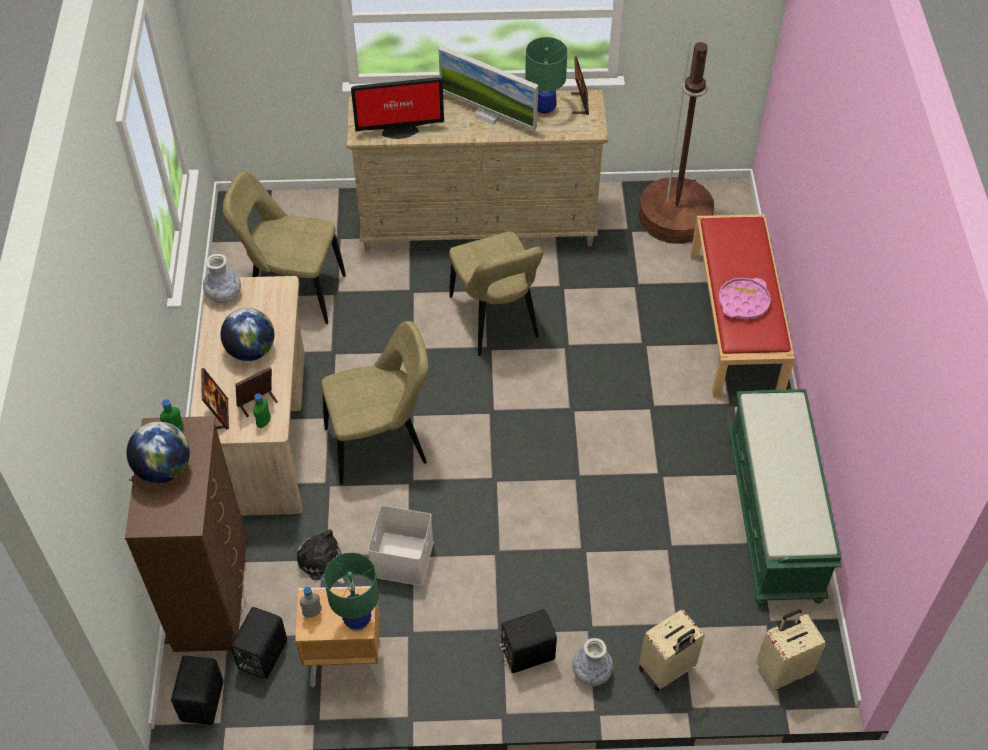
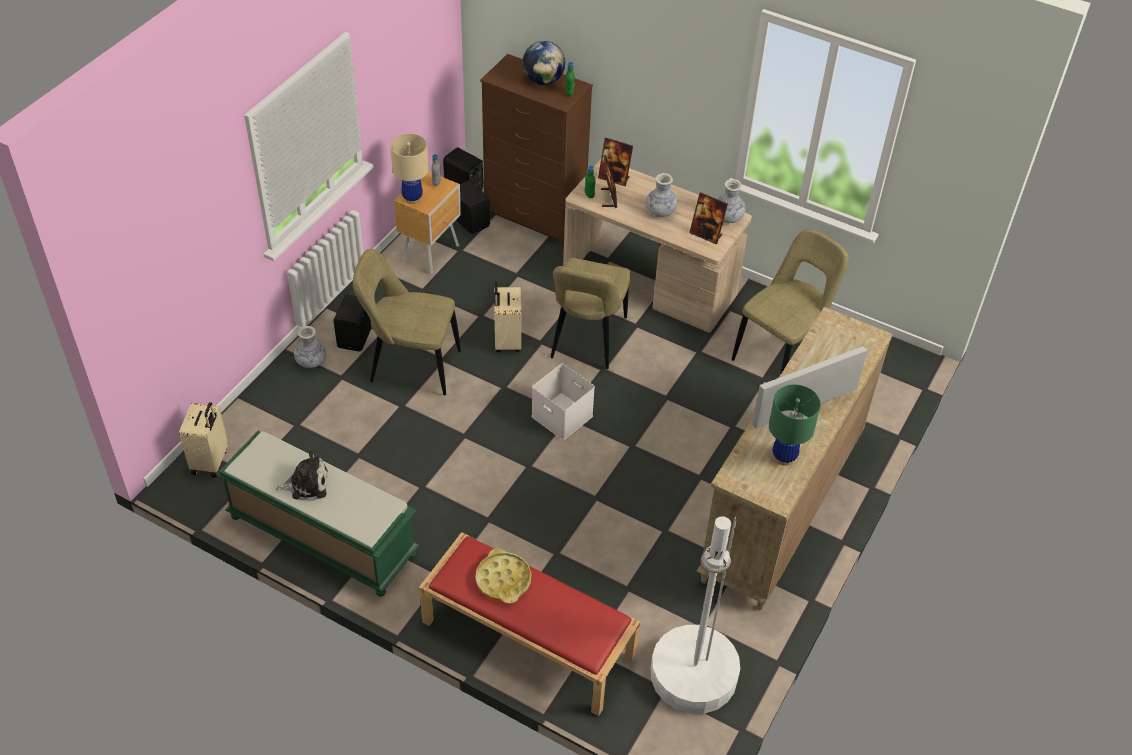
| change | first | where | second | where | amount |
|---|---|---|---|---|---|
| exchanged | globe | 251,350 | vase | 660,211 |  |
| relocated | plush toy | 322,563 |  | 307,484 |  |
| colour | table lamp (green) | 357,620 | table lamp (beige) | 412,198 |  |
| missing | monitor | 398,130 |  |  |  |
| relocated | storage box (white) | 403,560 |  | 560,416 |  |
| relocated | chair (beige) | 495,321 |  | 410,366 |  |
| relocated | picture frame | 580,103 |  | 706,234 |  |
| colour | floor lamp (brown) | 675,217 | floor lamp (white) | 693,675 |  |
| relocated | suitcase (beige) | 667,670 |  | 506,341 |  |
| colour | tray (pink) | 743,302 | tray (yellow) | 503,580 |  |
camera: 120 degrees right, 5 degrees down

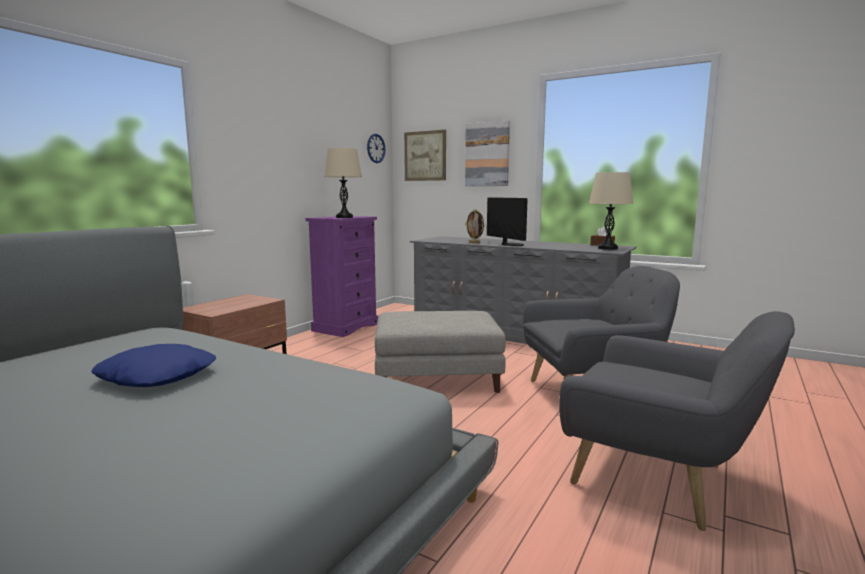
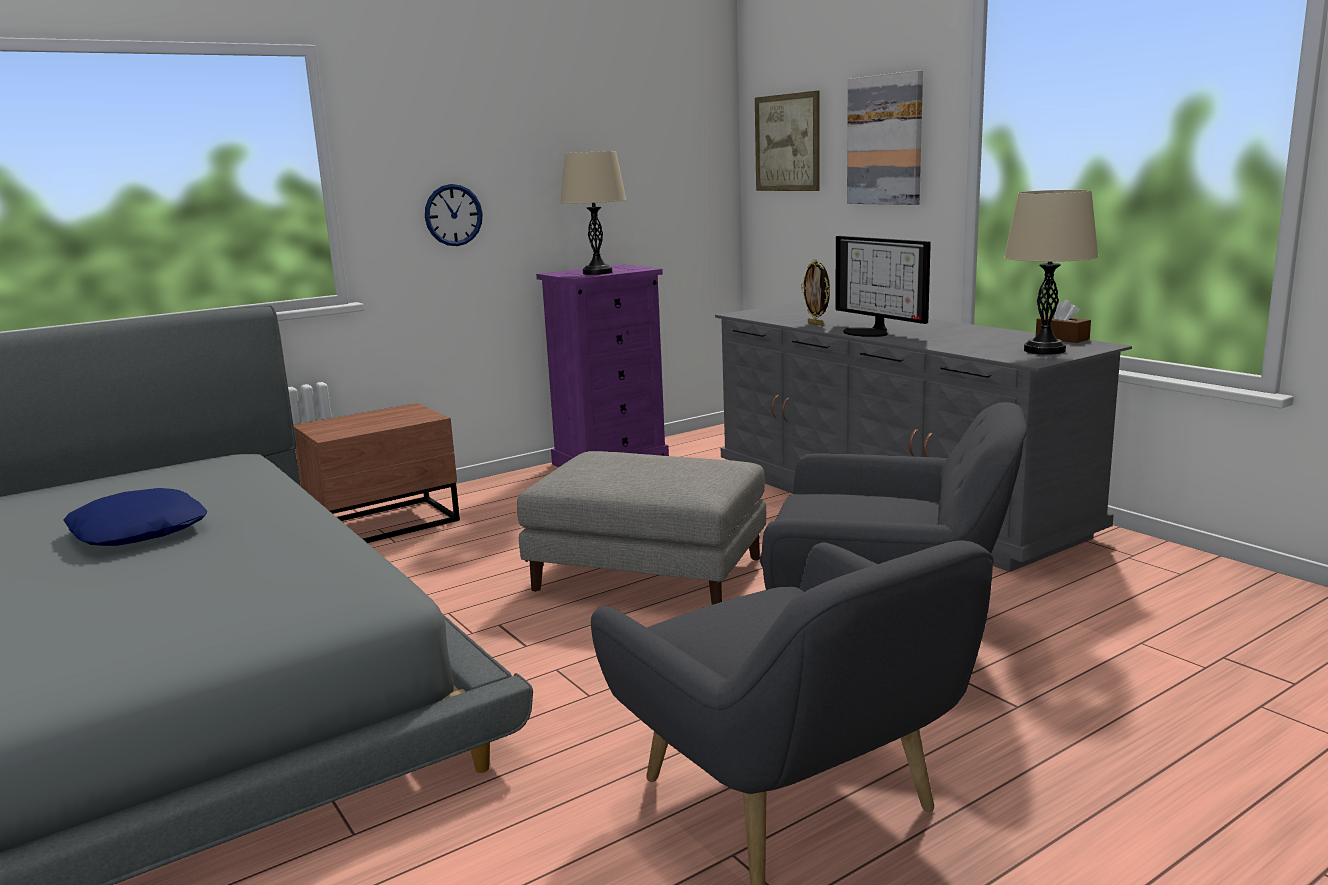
| change | first | where | second | where | amount |
|---|---|---|---|---|---|
| relocated | wall clock | 376,148 |  | 453,215 |  |
| spun | monitor | 510,244 |  | 870,332 | 150 degrees clockwise |
camera: 25 degrees right, 5 degrees up

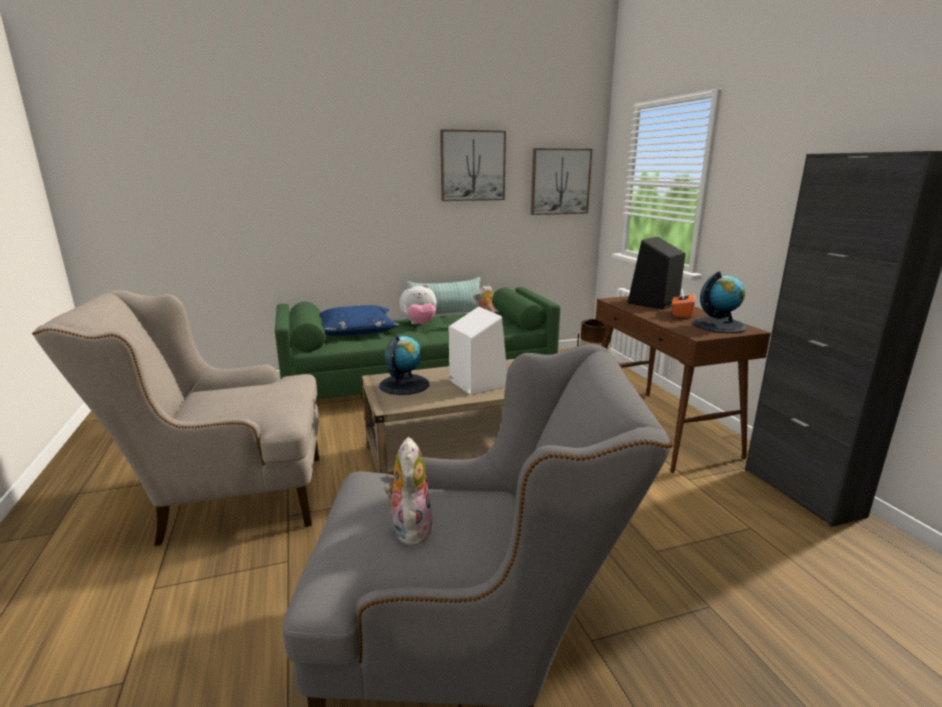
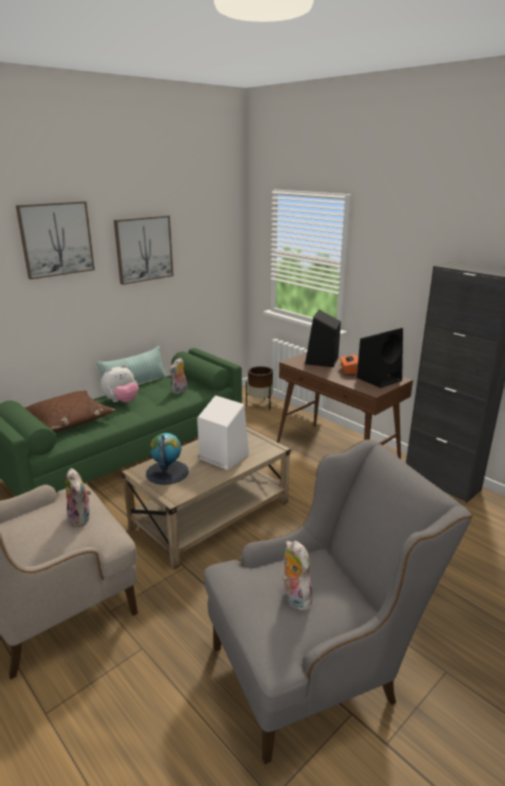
| change | first | where | second | where | amount |
|---|---|---|---|---|---|
| colour | pillow (blue) | 356,330 | pillow (brown) | 68,420 |  |
| relocated | picture | 560,181 |  | 56,239 |  |
| exchanged | globe | 719,325 | speaker (black) | 379,378 |  |
| appeared |  |  | plush toy | 81,518 |  |
camera: 25 degrees left, 5 degrees up

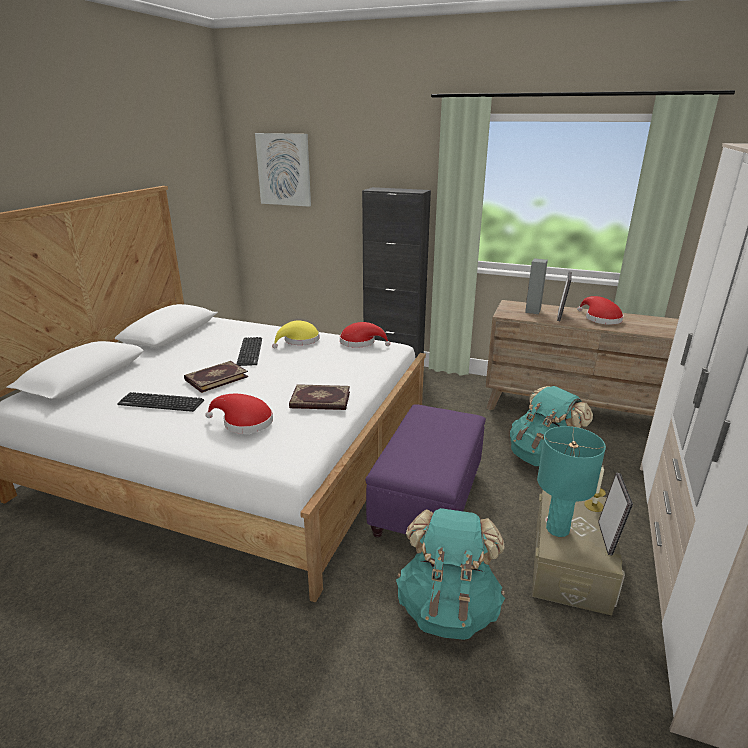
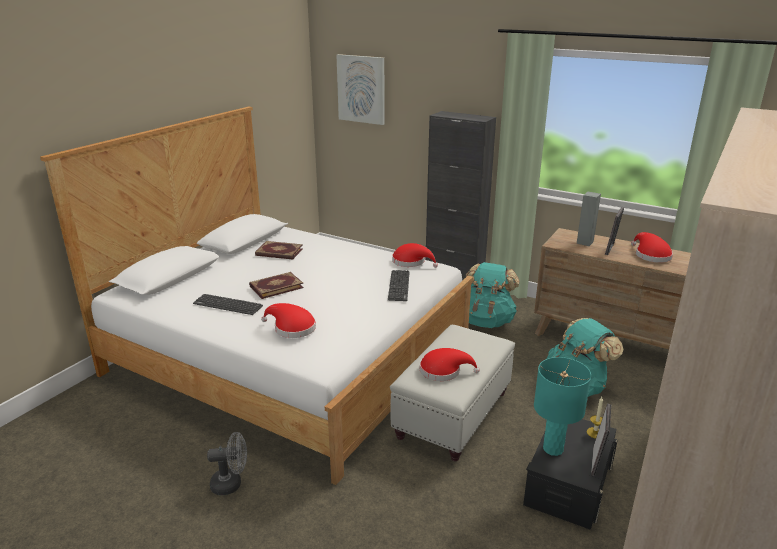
| change | first | where | second | where | amount |
|---|---|---|---|---|---|
| relocated | keyboard | 250,352 |  | 399,286 |  |
| missing | hat (yellow) | 299,341 |  |  |  |
| relocated | book | 320,400 |  | 279,252 |  |
| colour | ottoman (purple) | 428,501 | ottoman (white) | 453,414 |  |
| relocated | backpack (turquoise) | 448,609 |  | 486,321 |  |
| colour | storage box (beige) | 570,564 | storage box (black) | 568,483 |  |
| appeared |  |  | fan (grey) | 231,484 |  |
| appeared |  |  | hat (red) | 443,371 |  |
camera: 10 degrees right, 0 degrees up

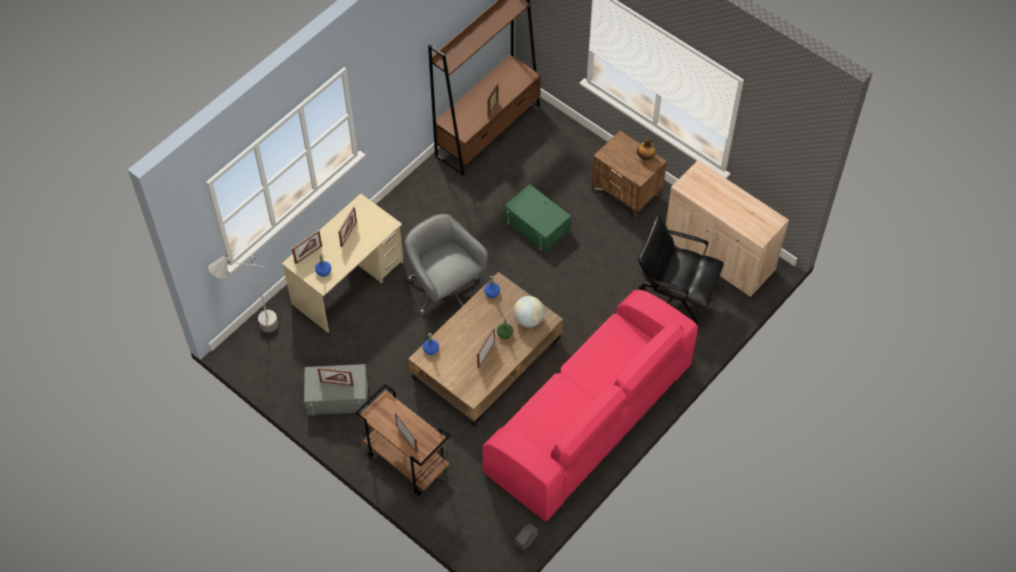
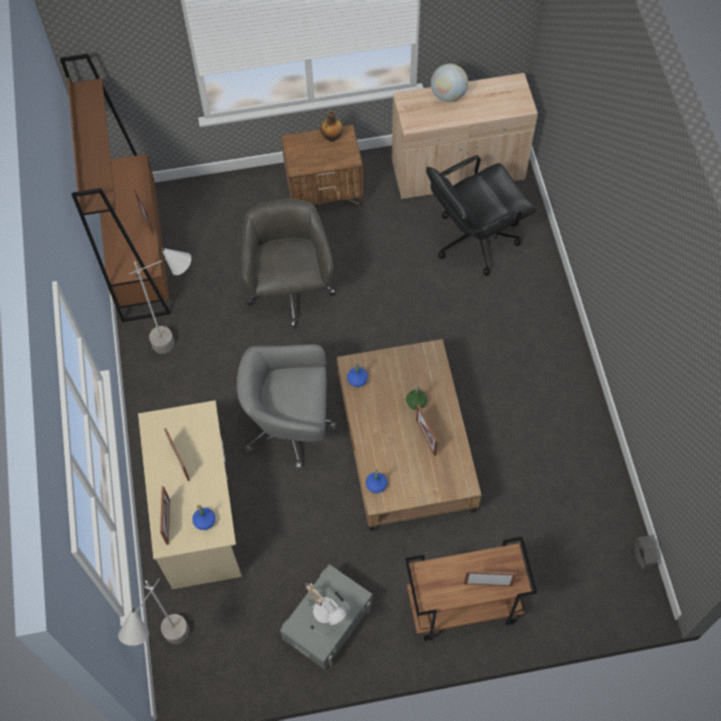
| change | first | where | second | where | amount |
|---|---|---|---|---|---|
| exchanged | picture frame | 336,383 | table lamp | 329,610 |  |
| missing | sofa (pink) | 588,420 |  |  |  |
| exchanged | storage box (green) | 537,225 | office chair (grey) | 290,291 |  |
| relocated | globe | 528,319 |  | 448,95 |  |
| appeared |  |  | floor lamp (grey) | 182,344 |  |
camera: 50 degrees left, 5 degrees up

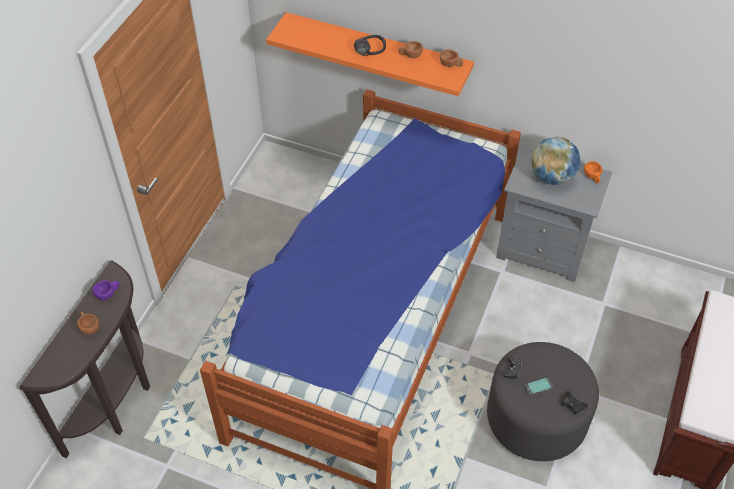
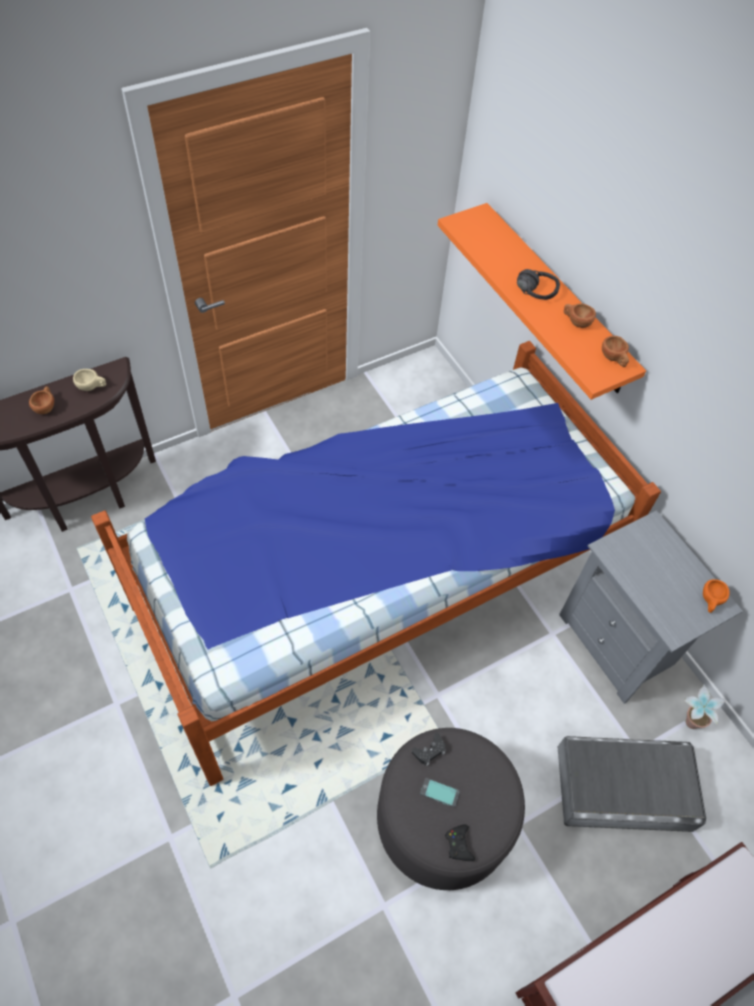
| change | first | where | second | where | amount |
|---|---|---|---|---|---|
| colour | cup (purple) | 108,294 | cup (beige) | 92,387 |  |
| missing | globe | 552,177 |  |  |  |
| appeared |  |  | storage box (grey) | 624,788 |  |
| appeared |  |  | potted plant | 686,723 |  |
camera: 35 degrees right, 5 degrees up

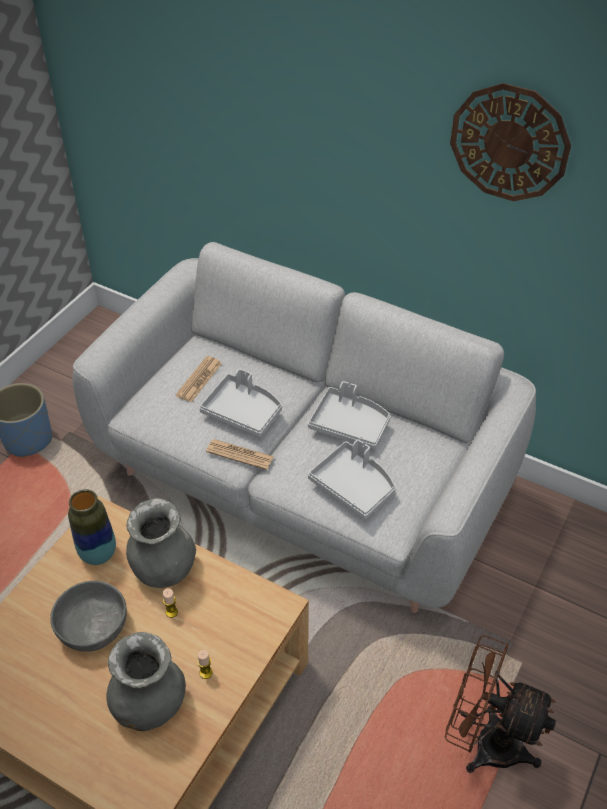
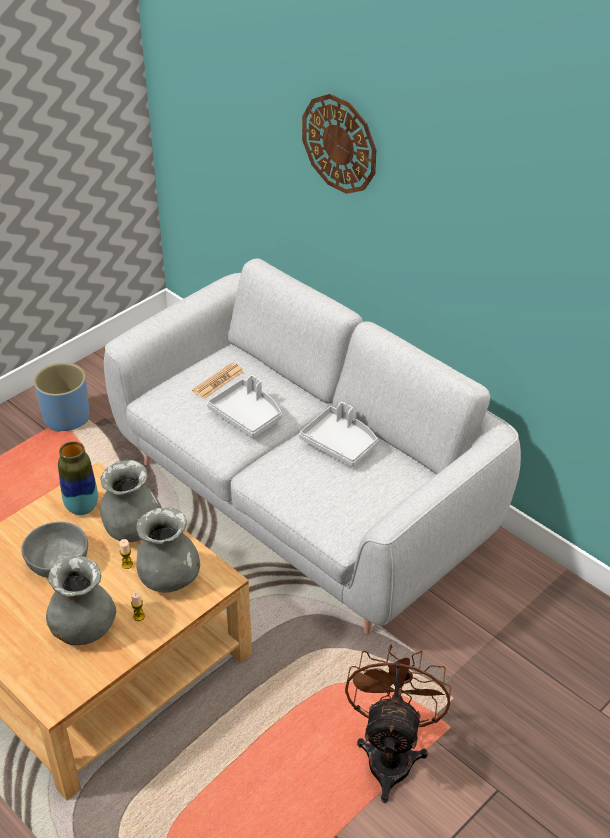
| change | first | where | second | where | amount |
|---|---|---|---|---|---|
| missing | newspaper | 240,454 |  |  |  |
| missing | tray (grey) | 354,486 |  |  |  |
| spun | fan (brown) | 485,741 |  | 391,754 | 60 degrees clockwise |
| relocated | wall clock | 509,143 |  | 339,144 |  |
| appeared |  |  | vase (grey) | 169,578 |  |
camera: 15 degrees right, 5 degrees down

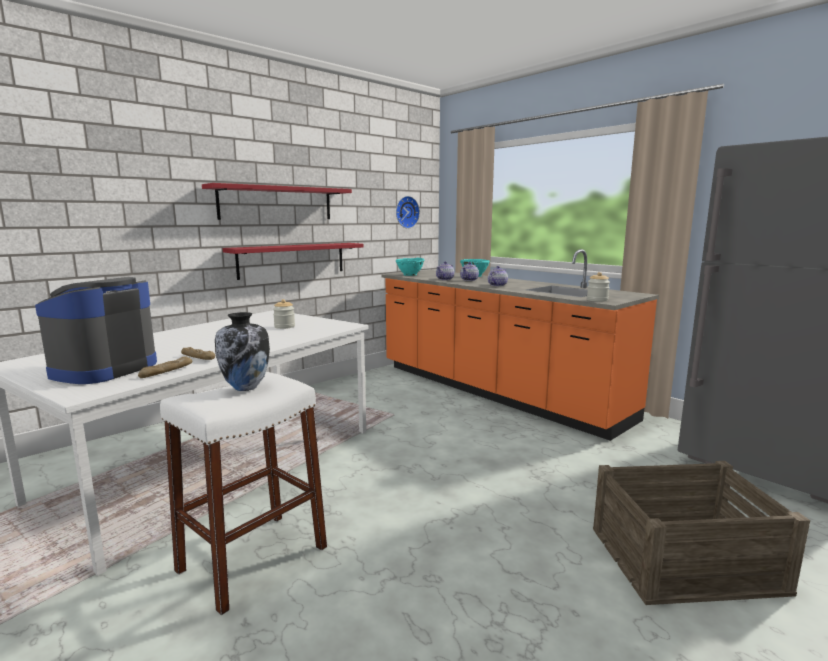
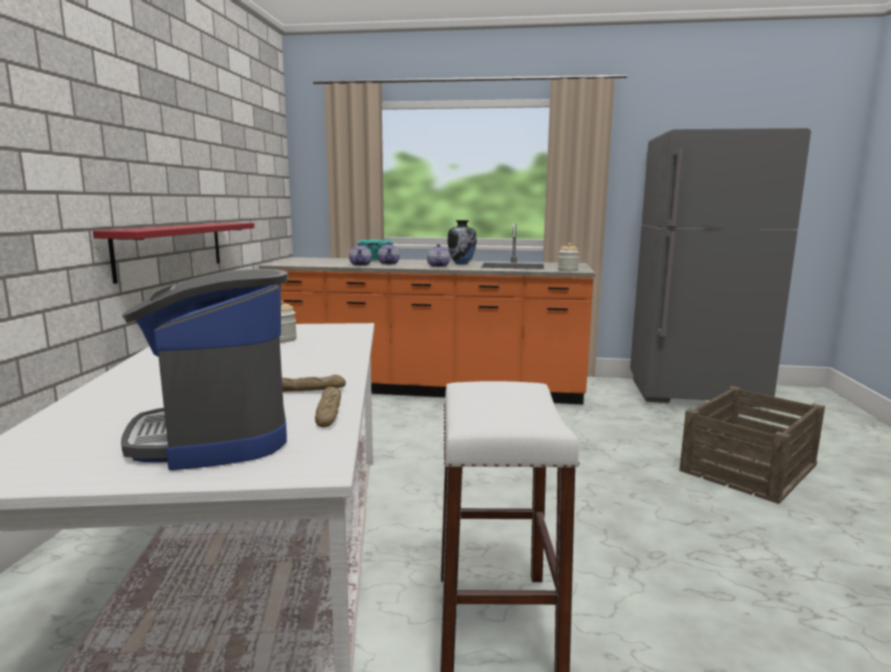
| change | first | where | second | where | amount |
|---|---|---|---|---|---|
| missing | shelf (red) | 277,203 |  |  |  |
| relocated | vase | 246,387 |  | 462,263 |  |
| missing | bowl (turquoise) | 410,275 |  |  |  |
| missing | wall clock | 406,212 |  |  |  |
camera: 40 degrees left, 0 degrees up

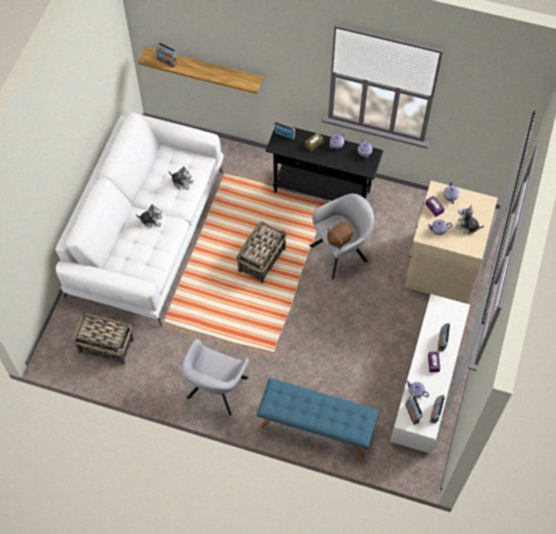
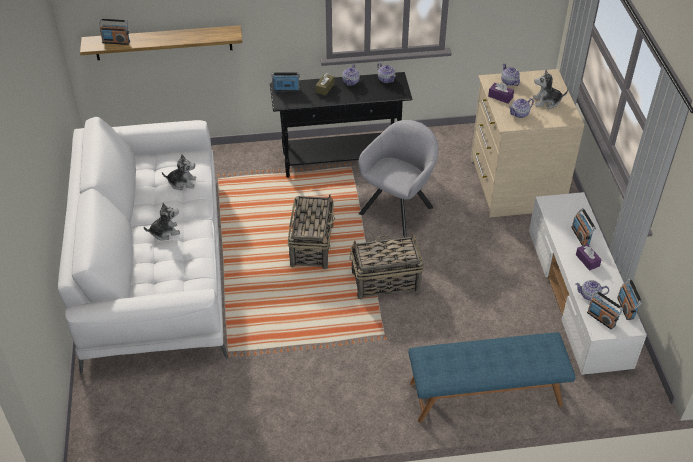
| change | first | where | second | where | amount |
|---|---|---|---|---|---|
| relocated | basket | 105,345 |  | 384,281 |  |
| missing | armchair (grey) | 215,390 |  |  |  |
| missing | plush toy (brown) | 339,239 |  |  |  |
camera: 25 degrees left, 15 degrees down

